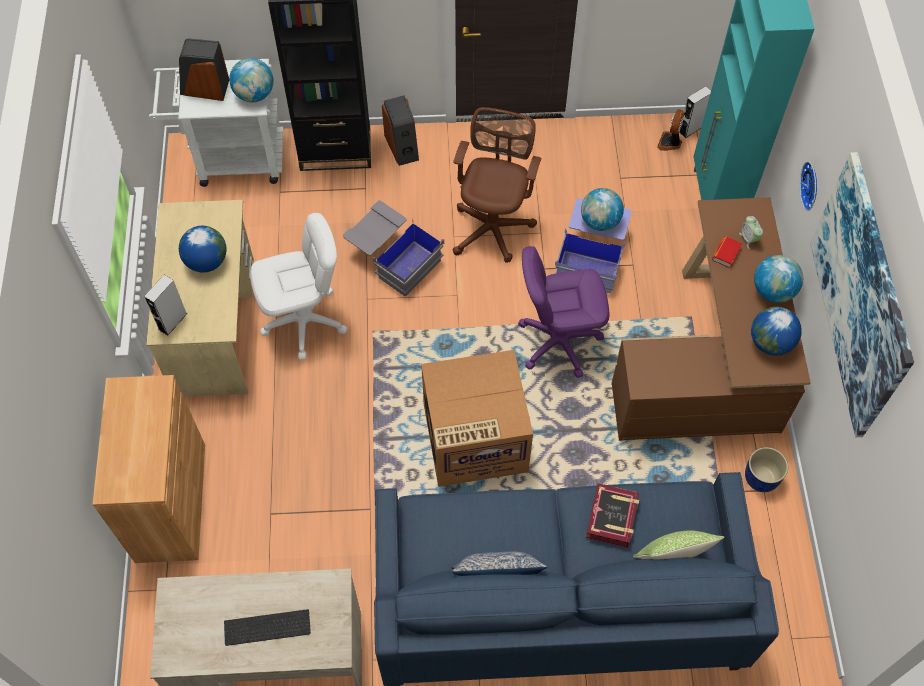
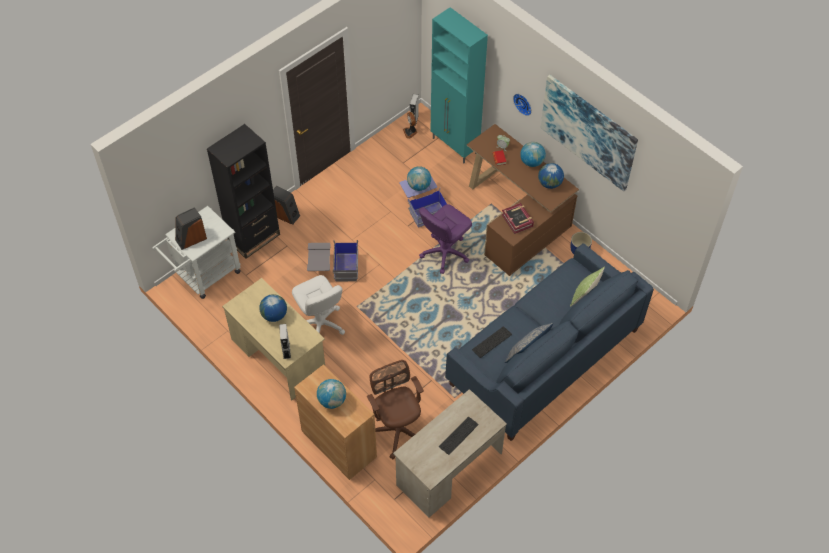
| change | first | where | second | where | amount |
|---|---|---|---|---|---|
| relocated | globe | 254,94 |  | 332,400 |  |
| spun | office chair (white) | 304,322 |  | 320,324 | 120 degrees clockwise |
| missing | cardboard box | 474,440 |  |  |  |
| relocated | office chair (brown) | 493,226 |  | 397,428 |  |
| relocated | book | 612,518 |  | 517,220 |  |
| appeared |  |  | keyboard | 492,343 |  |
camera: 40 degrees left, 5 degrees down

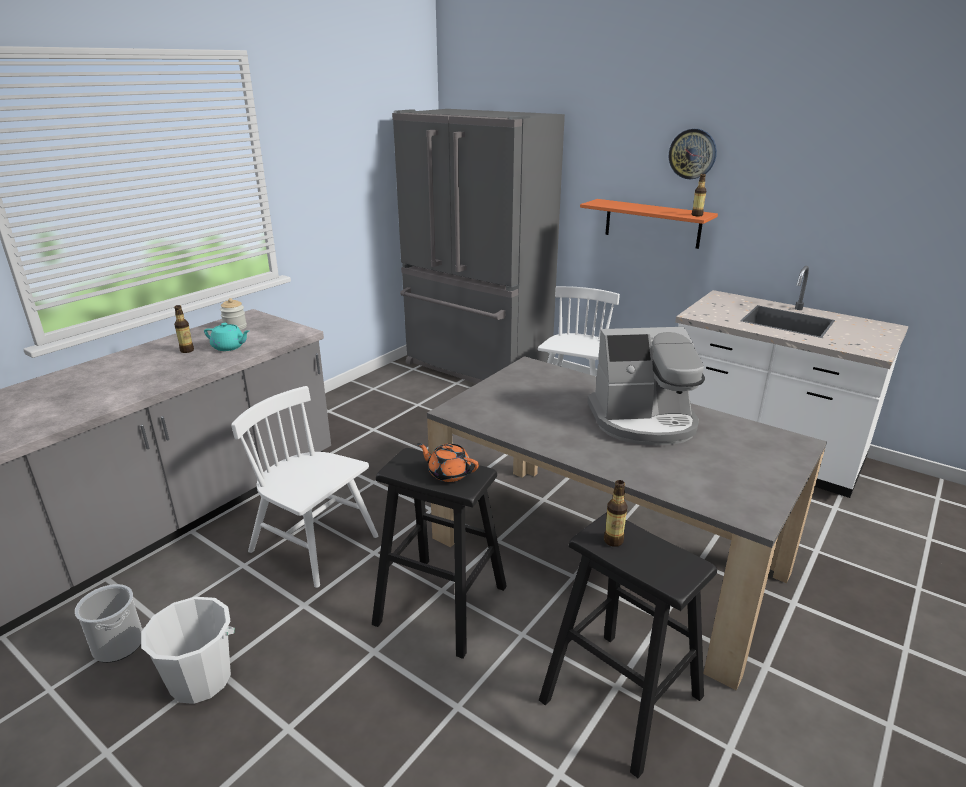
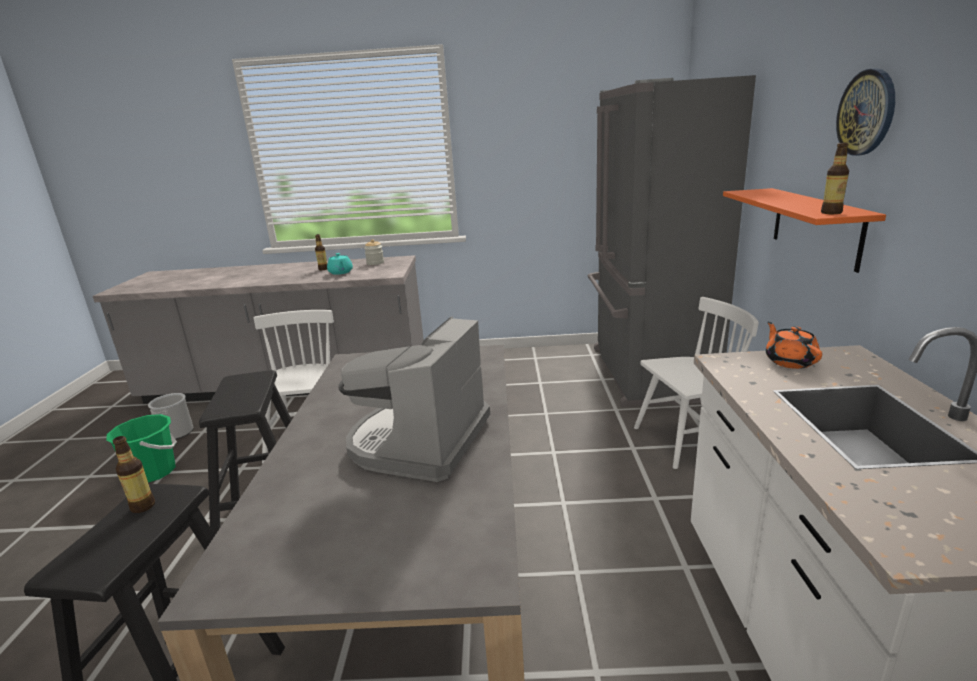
| change | first | where | second | where | amount |
|---|---|---|---|---|---|
| colour | bucket (white) | 201,680 | bucket (green) | 154,472 |  |
| relocated | teapot (orange) | 448,473 |  | 790,361 |  |
| spun | coffee machine | 643,421 |  | 419,441 | 60 degrees clockwise |
camera: 55 degrees right, 5 degrees down

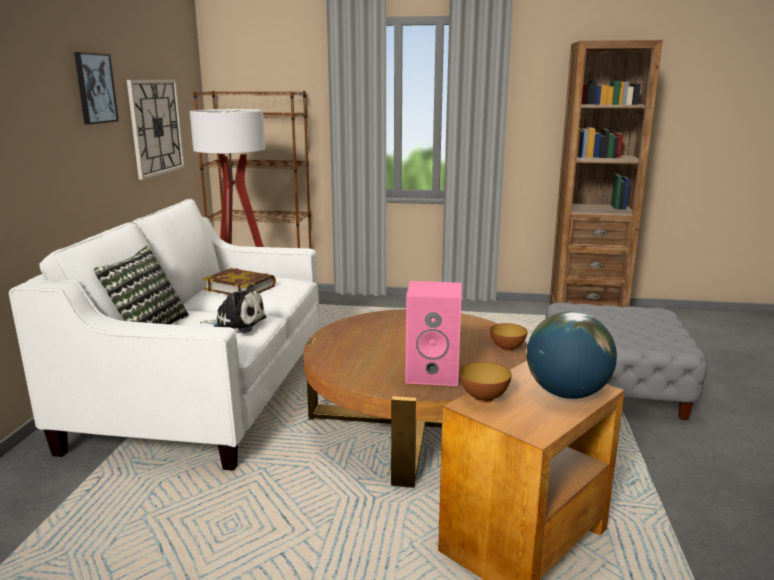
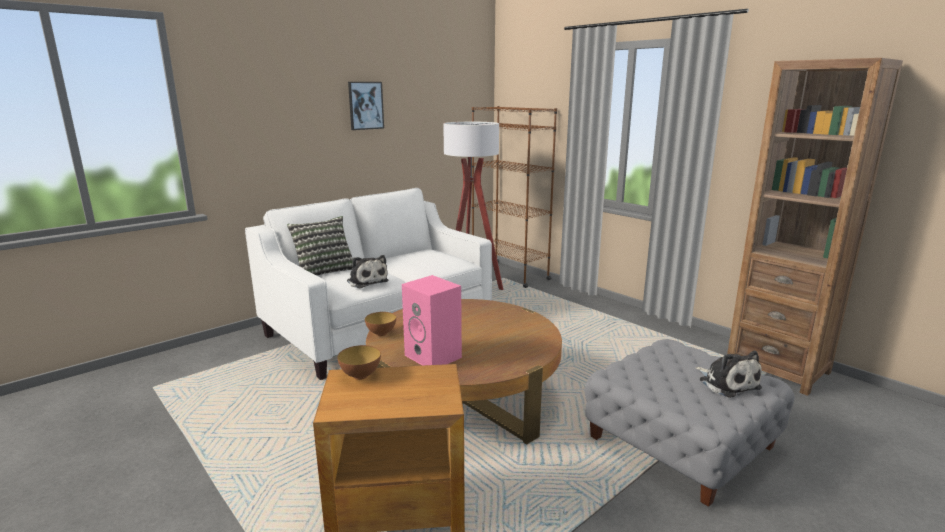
| change | first | where | second | where | amount |
|---|---|---|---|---|---|
| missing | wall clock | 156,127 |  |  |  |
| missing | book | 240,288 |  |  |  |
| relocated | bowl | 507,349 |  | 381,333 |  |
| missing | globe | 567,394 |  |  |  |
| appeared |  |  | plush toy | 727,383 |  |
camera: 40 degrees right, 0 degrees up

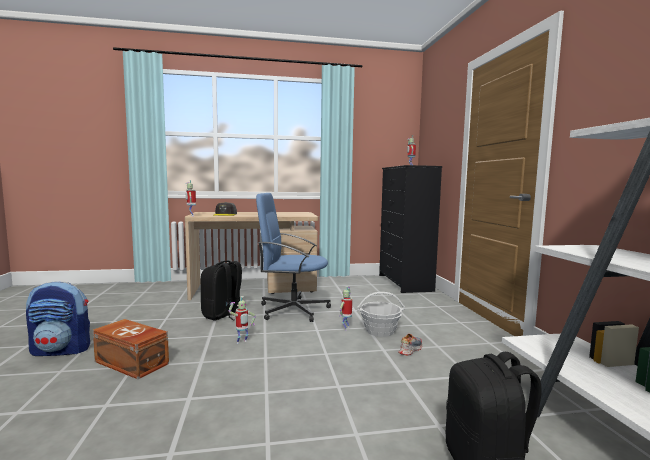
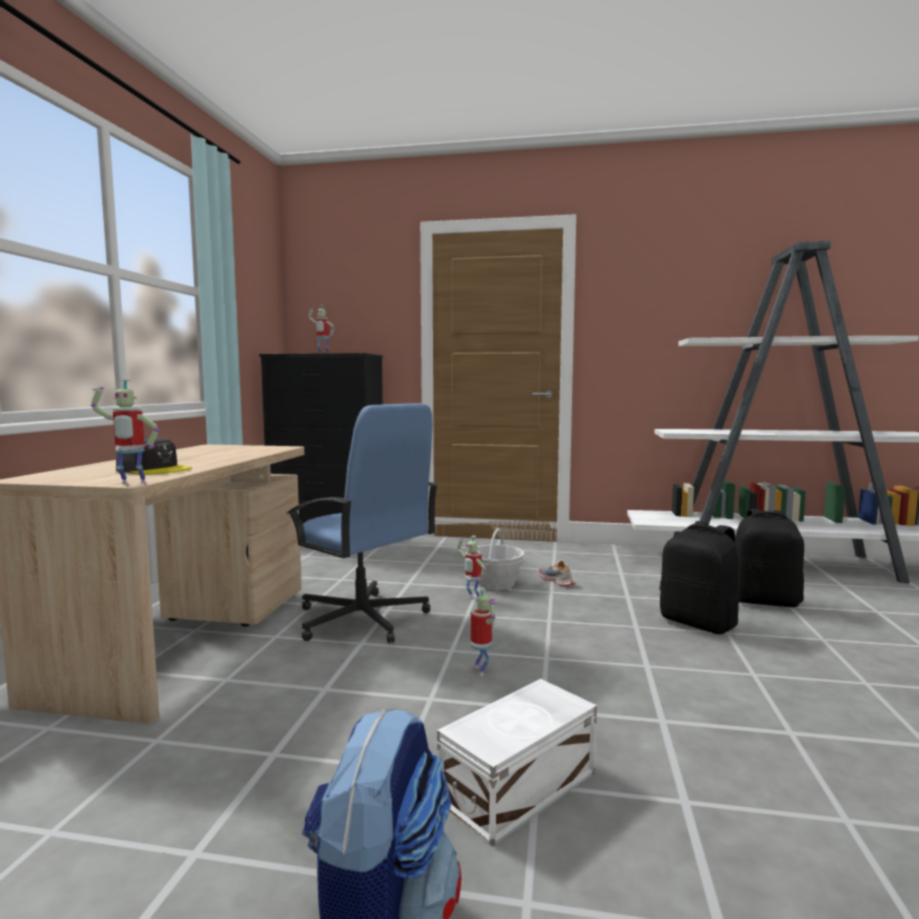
| change | first | where | second | where | amount |
|---|---|---|---|---|---|
| colour | storage box (brown) | 131,363 | storage box (white) | 522,787 |  |
| relocated | backpack (black) | 223,315 |  | 699,623 |  |
| spun | office chair (blue) | 292,309 |  | 362,619 | 75 degrees counterclockwise |
camera: 70 degrees left, 0 degrees up

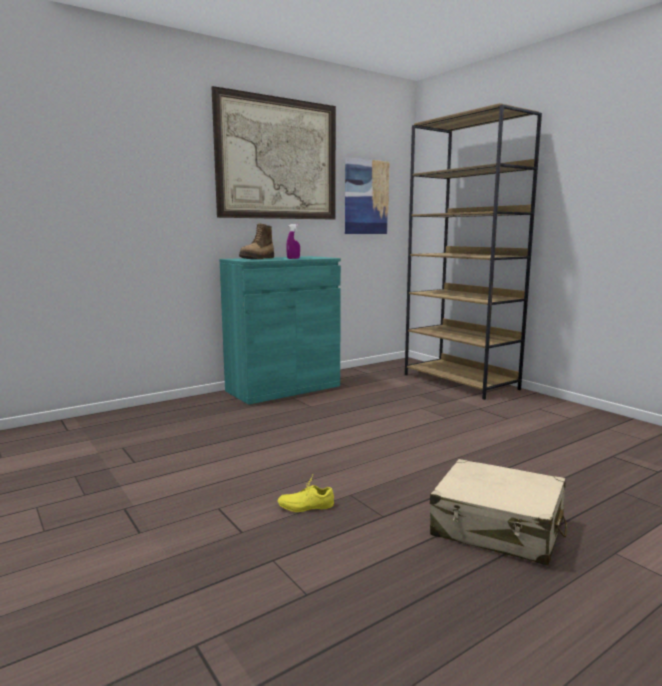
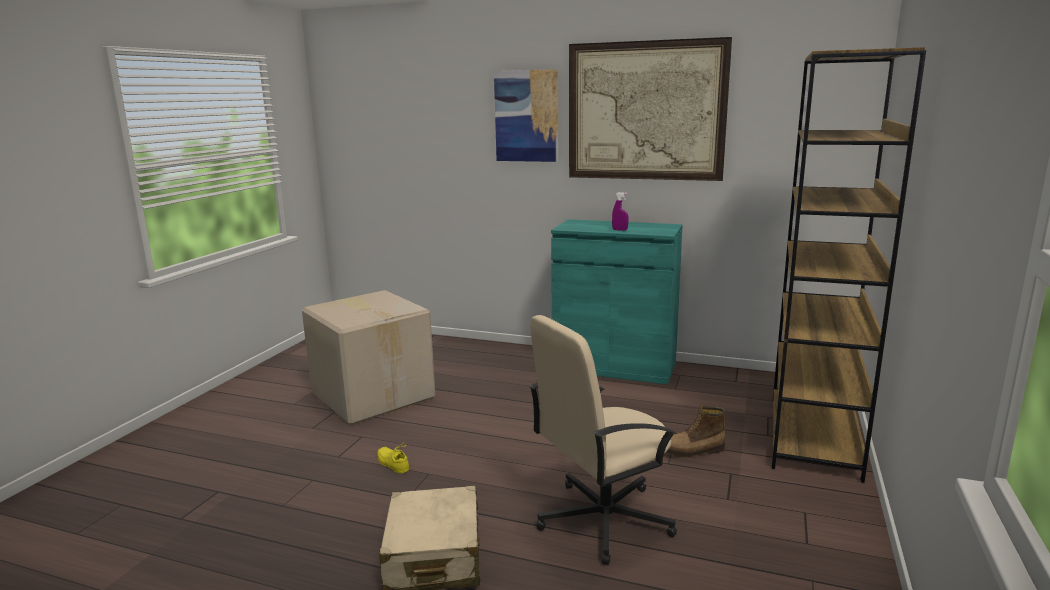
| change | first | where | second | where | amount |
|---|---|---|---|---|---|
| relocated | boot | 258,259 |  | 691,451 |  |
| relocated | picture | 366,197 |  | 526,116 |  |
| appeared |  |  | cardboard box | 373,395 |  |
| appeared |  |  | office chair (beige) | 602,520 |  |
camera: 55 degrees right, 5 degrees up

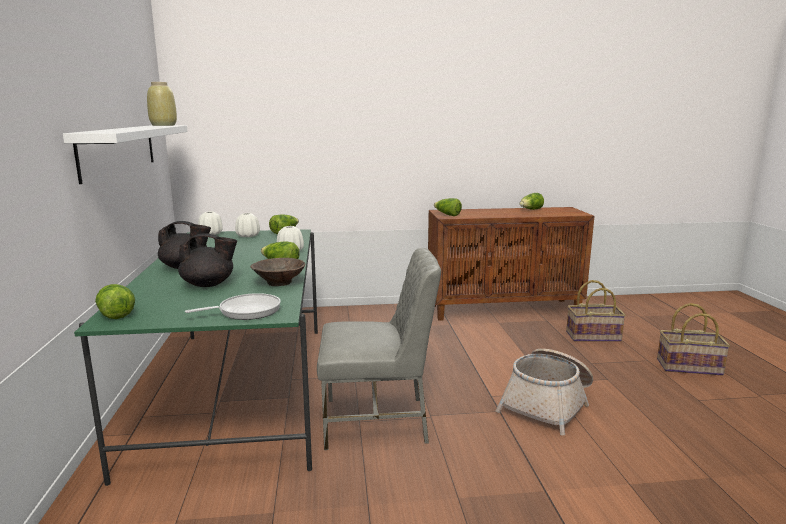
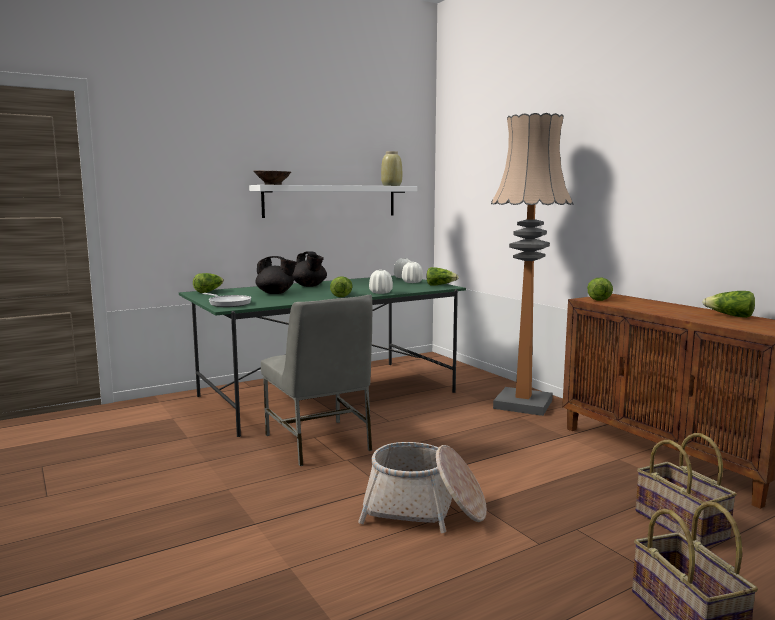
| change | first | where | second | where | amount |
|---|---|---|---|---|---|
| spun | teapot (black) | 209,284 |  | 276,293 | 45 degrees counterclockwise |
| relocated | bowl (brown) | 279,283 |  | 272,184 |  |
| appeared |  |  | floor lamp | 523,404 |  |
camera: 65 degrees right, 5 degrees down

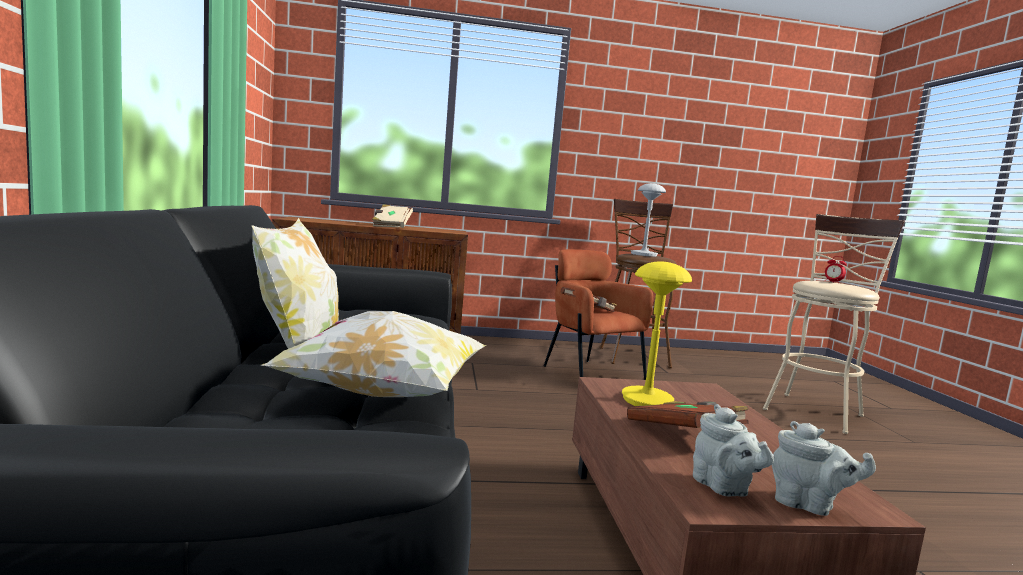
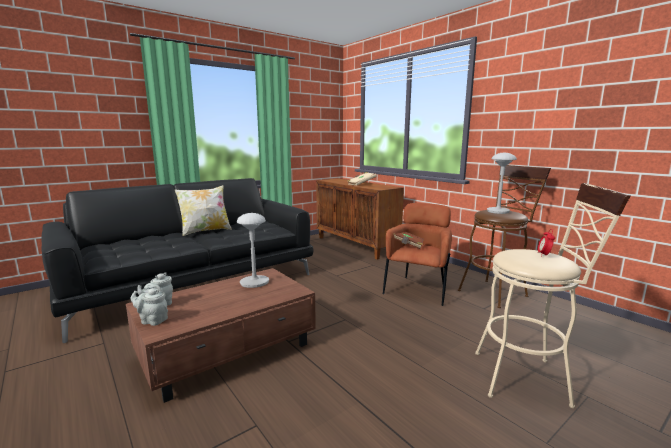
| change | first | where | second | where | amount |
|---|---|---|---|---|---|
| missing | pillow | 384,395 |  |  |  |
| colour | table lamp (yellow) | 646,400 | table lamp (grey) | 254,282 |  |
| missing | book (brown) | 683,435 |  |  |  |
| spun | teapot (grey) | 808,505 |  | 152,320 | 105 degrees clockwise |
camera: 60 degrees right, 5 degrees up

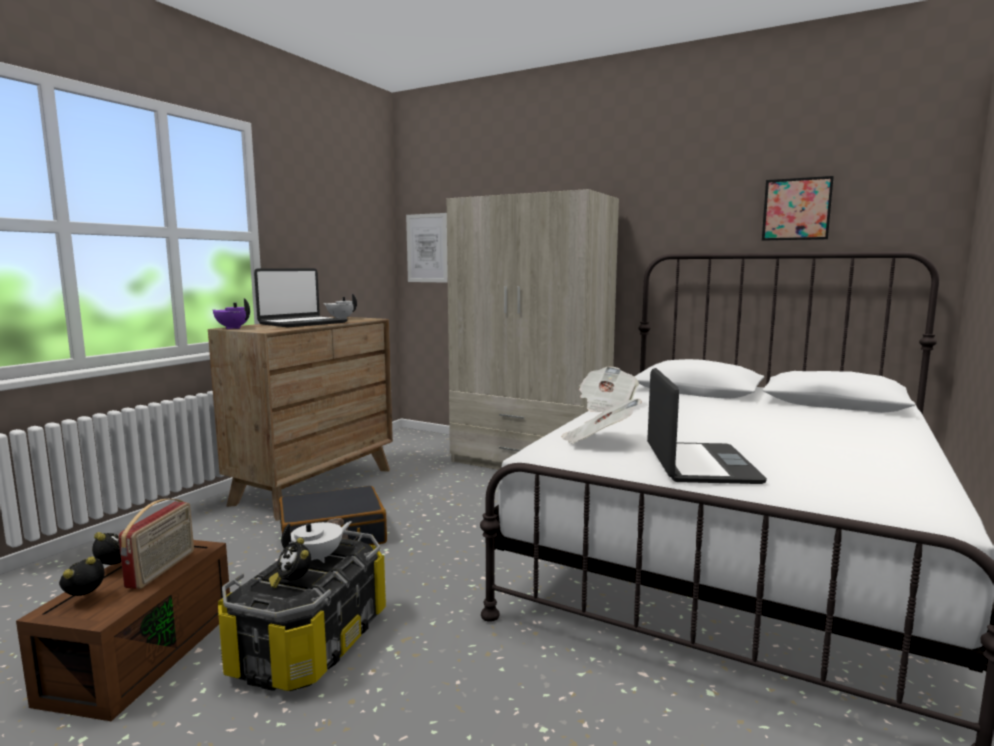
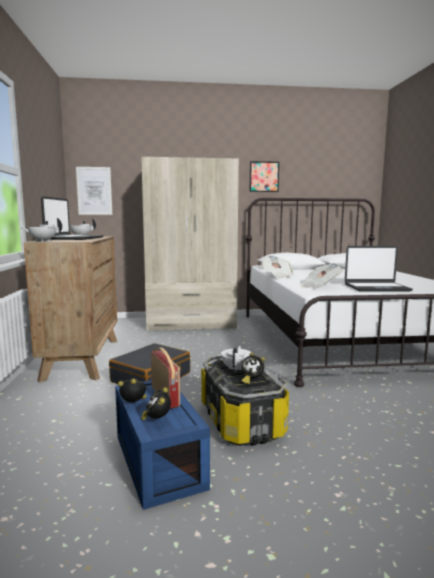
| change | first | where | second | where | amount |
|---|---|---|---|---|---|
| colour | storage box (brown) | 142,652 | storage box (blue) | 156,460 |  |
| colour | teapot (purple) | 232,328 | teapot (white) | 43,241 |  |
| spun | laptop | 699,464 |  | 376,288 | 120 degrees clockwise |
| relocated | picture | 796,209 |  | 264,176 |  |
camera: 35 degrees left, 0 degrees up

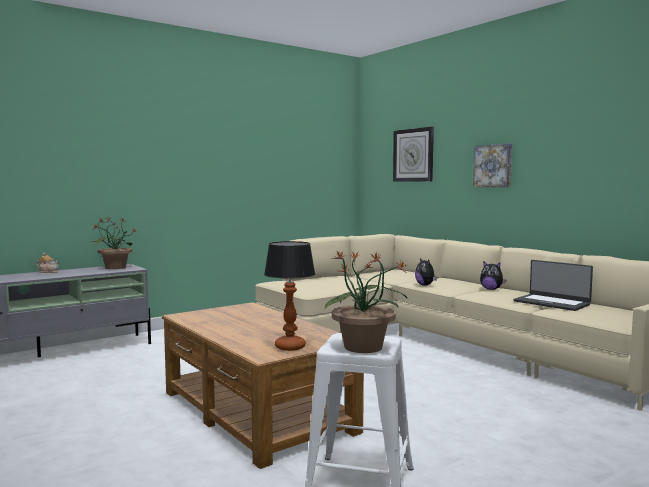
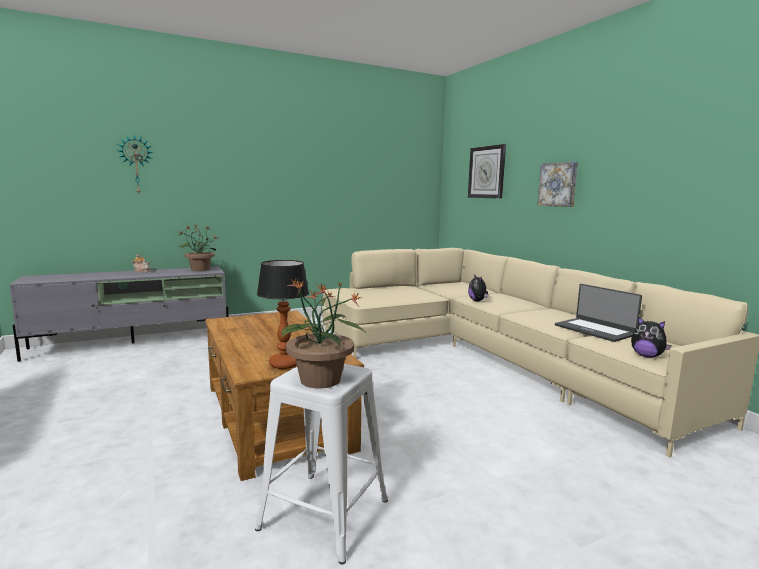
| change | first | where | second | where | amount |
|---|---|---|---|---|---|
| relocated | plush toy | 491,289 |  | 647,356 |  |
| appeared |  |  | wall clock | 136,165 |  |
camera: 10 degrees right, 5 degrees up

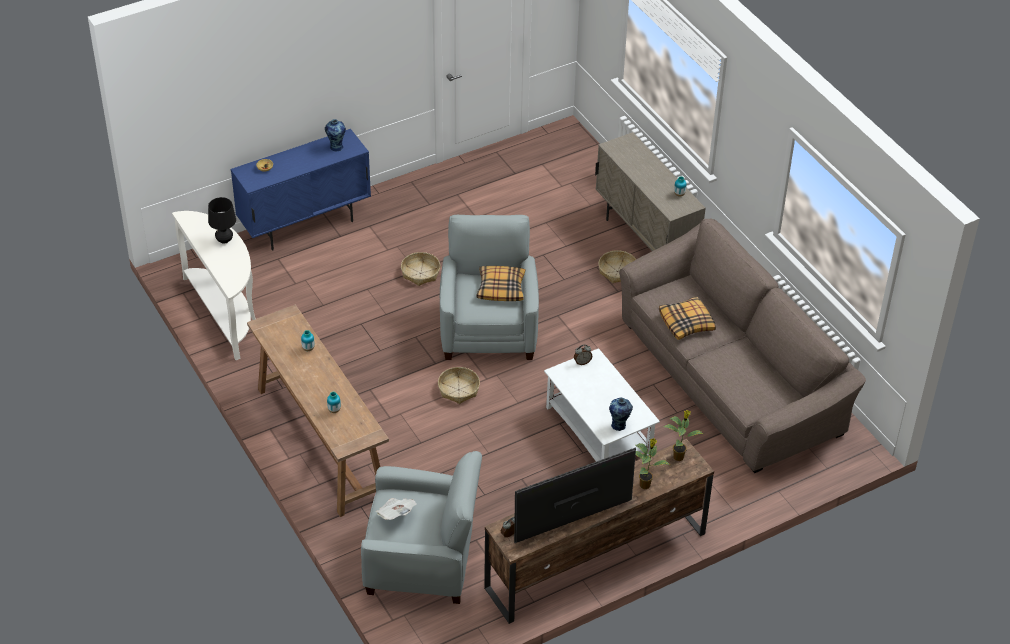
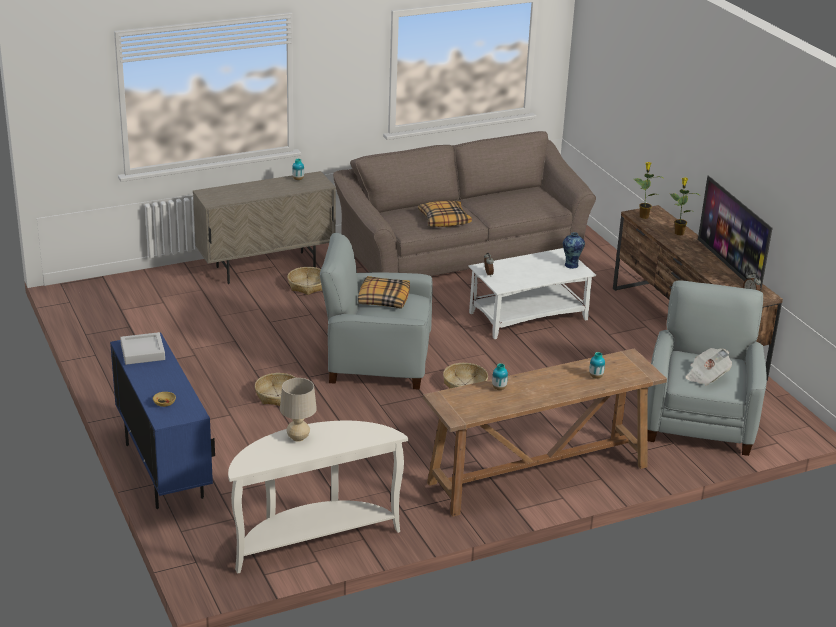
| change | first | where | second | where | amount |
|---|---|---|---|---|---|
| colour | table lamp (black) | 224,240 | table lamp (beige) | 298,438 |  |
| exchanged | vase | 336,147 | tray (grey) | 142,352 |  |
camera: 85 degrees left, 15 degrees down

